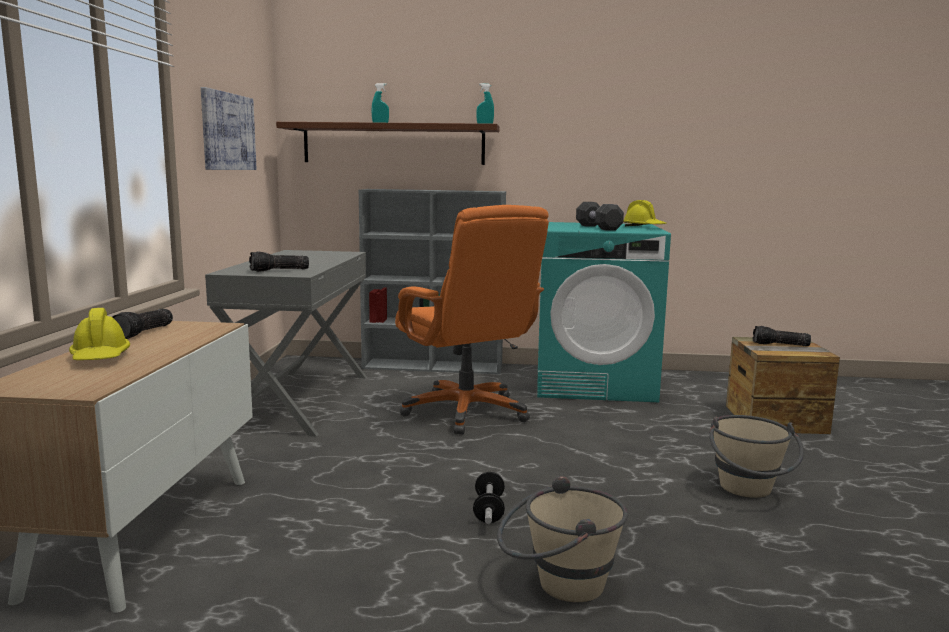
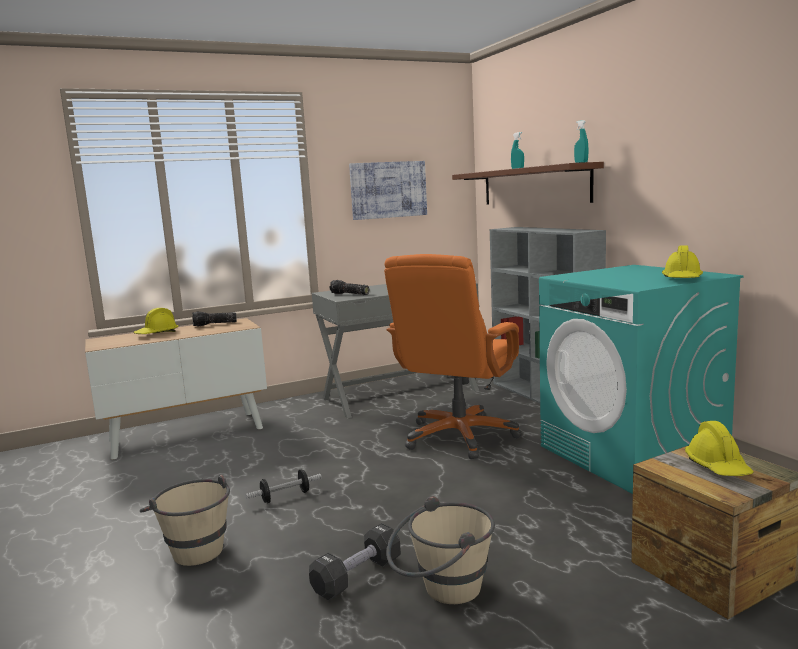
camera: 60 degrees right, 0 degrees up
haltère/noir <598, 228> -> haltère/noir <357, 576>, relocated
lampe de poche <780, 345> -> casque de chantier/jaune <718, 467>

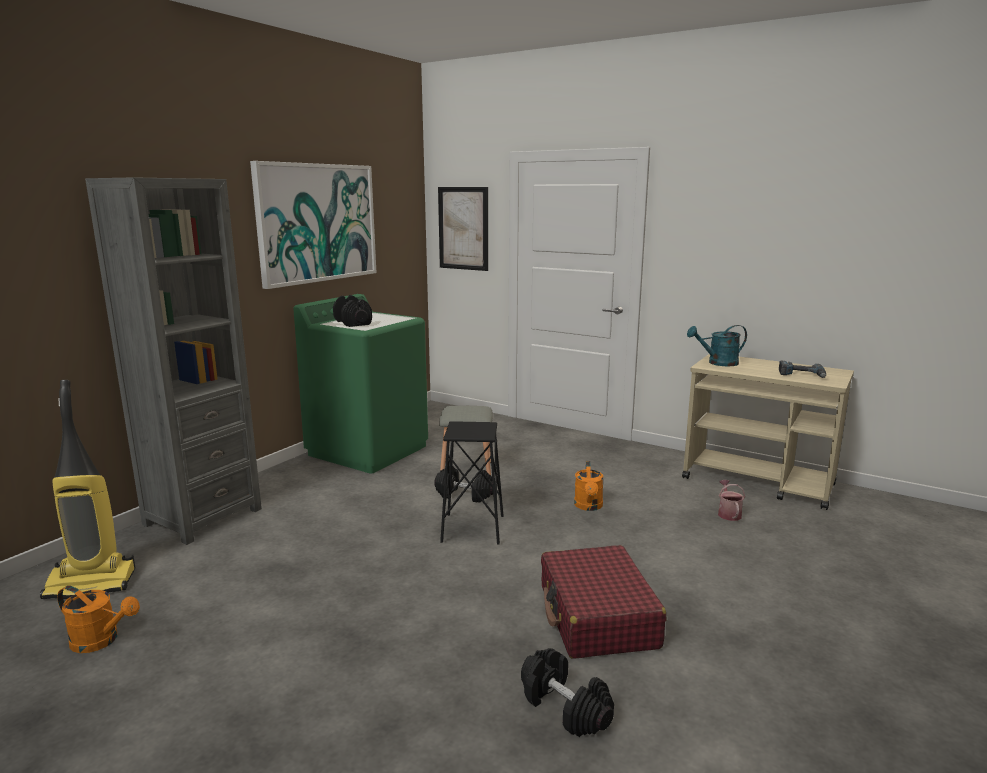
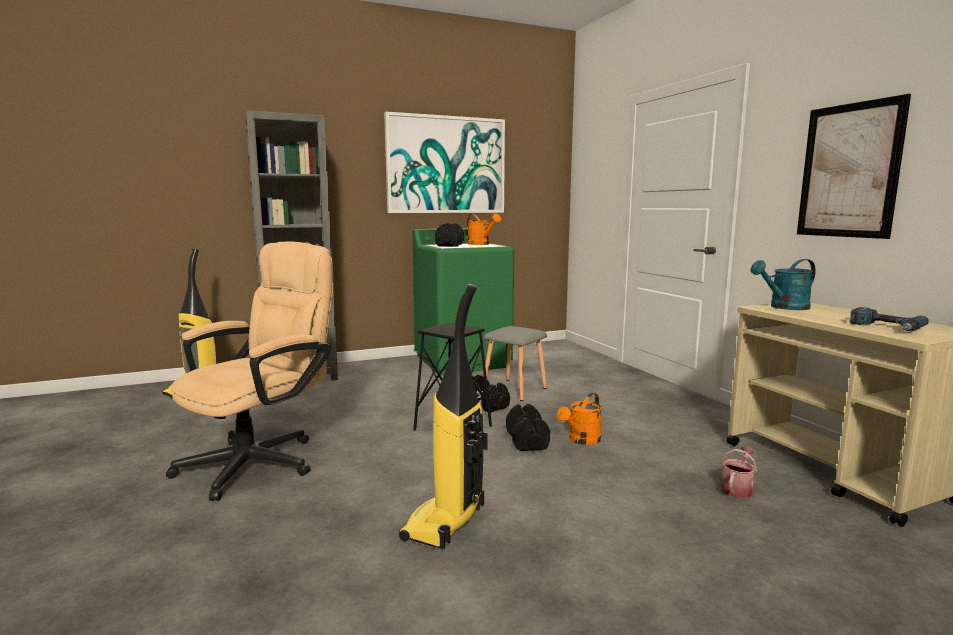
camera: 35 degrees right, 5 degrees down
tableau <463, 228> -> tableau <849, 171>, relocated
arrosoir/turquoise <718, 363> -> arrosoir/turquoise <784, 307>, 45 degrees counterclockwise
valise/rouge <597, 617> -> aspirateur <445, 524>
arrosoir/orange <101, 641> -> arrosoir/orange <481, 244>, relocated
haltère/noir <564, 707> -> haltère/noir <526, 440>, relocated
none -> chaise de bureau/beige <262, 460>

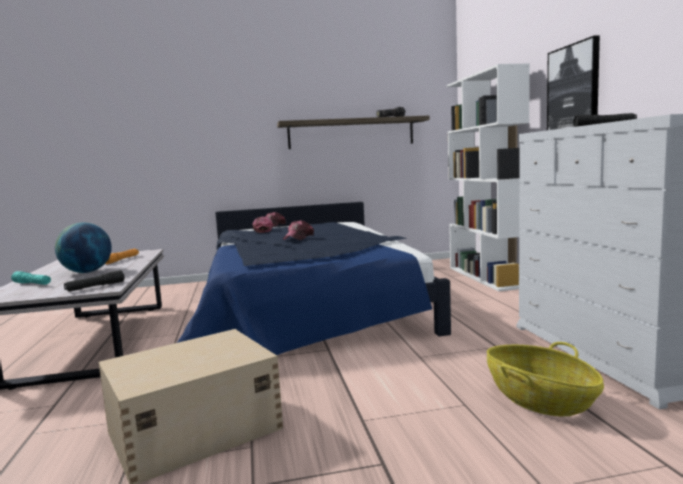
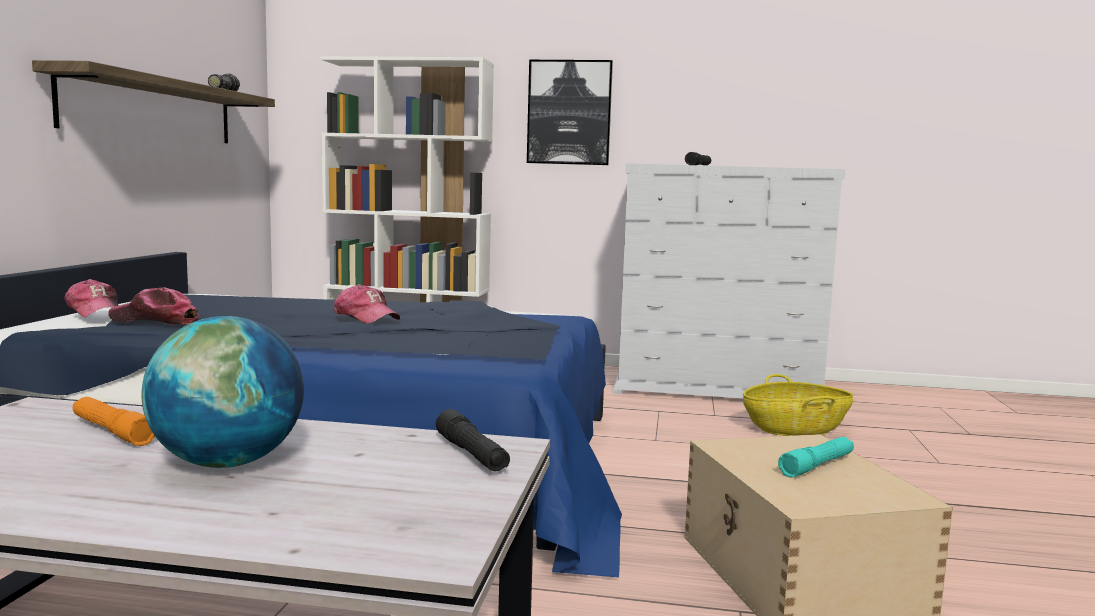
camera: 70 degrees left, 0 degrees up
lampe de poche/turquoise <32, 284> -> lampe de poche/turquoise <817, 466>, relocated

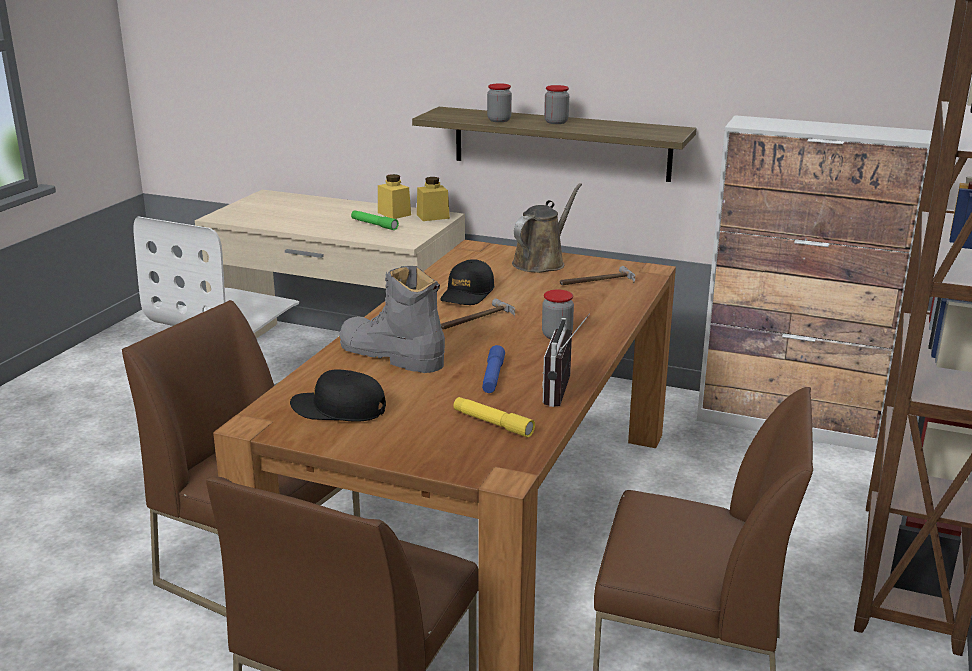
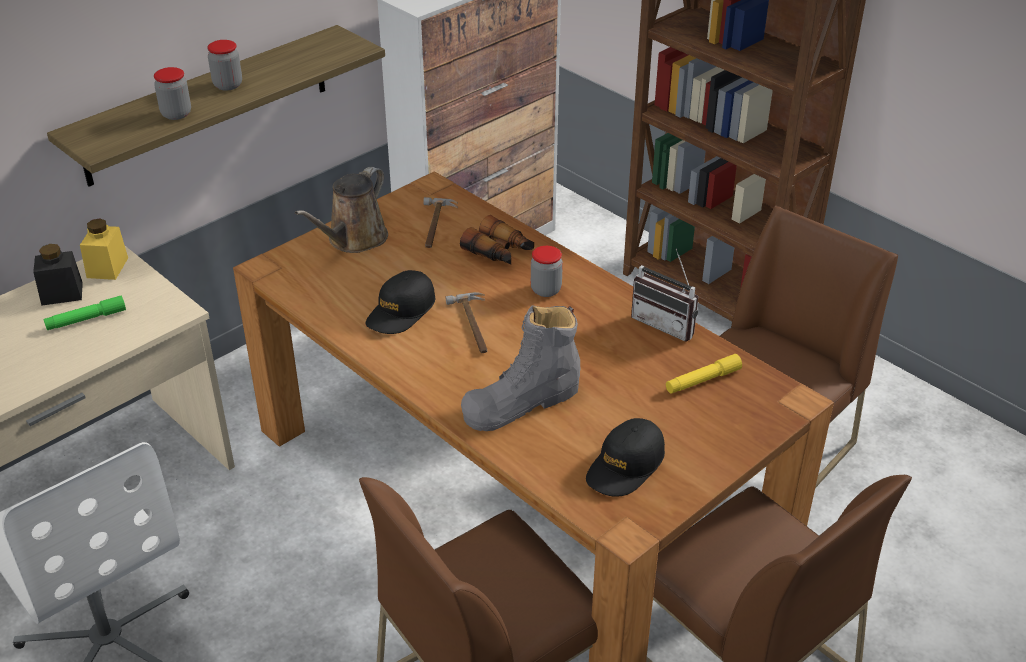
camera: 65 degrees left, 15 degrees up
bocal/jaune <394, 214> -> bocal/noir <62, 293>
arrosoir/marron <541, 262> -> arrosoir/marron <354, 240>, 120 degrees counterclockwise
casquette/noir <467, 294> -> casquette/noir <401, 311>, 75 degrees clockwise
lampe de poche/bleu <493, 376> -> none
none -> jumelles <499, 252>

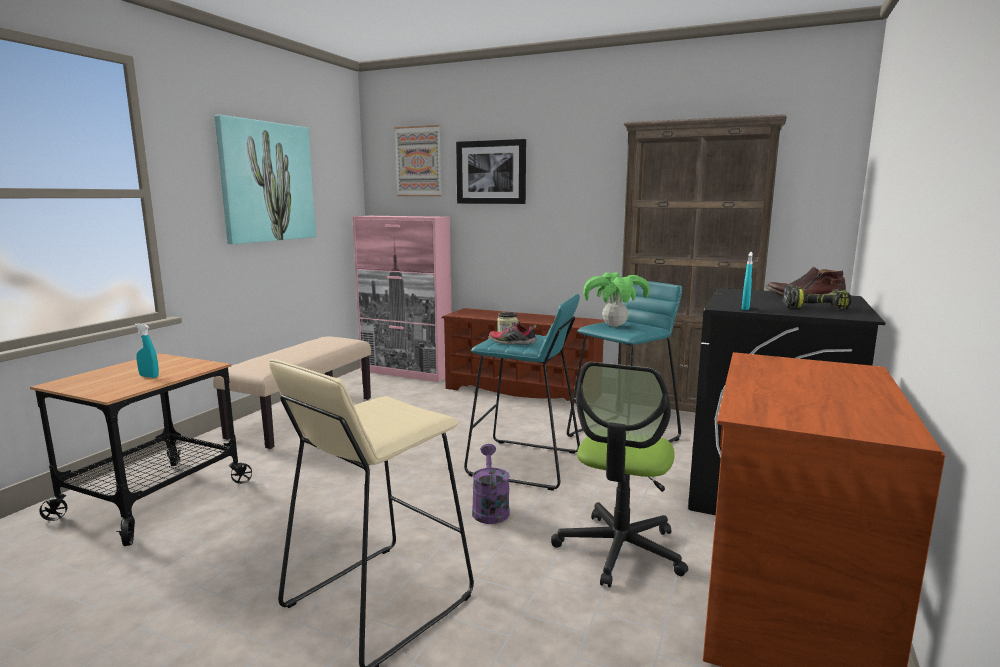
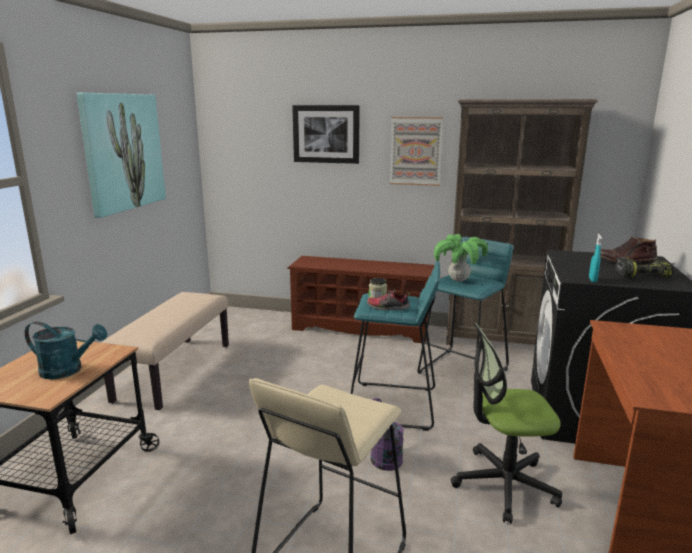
camera: 10 degrees left, 5 degrees up
tableau <418, 161> -> tableau <415, 151>, relocated
meuble de rangement/rose <406, 372> -> none
vaporisateur/turquoise <149, 376> -> arrosoir/turquoise <68, 370>
chaise de bureau <619, 550> -> chaise de bureau <504, 484>, 75 degrees clockwise

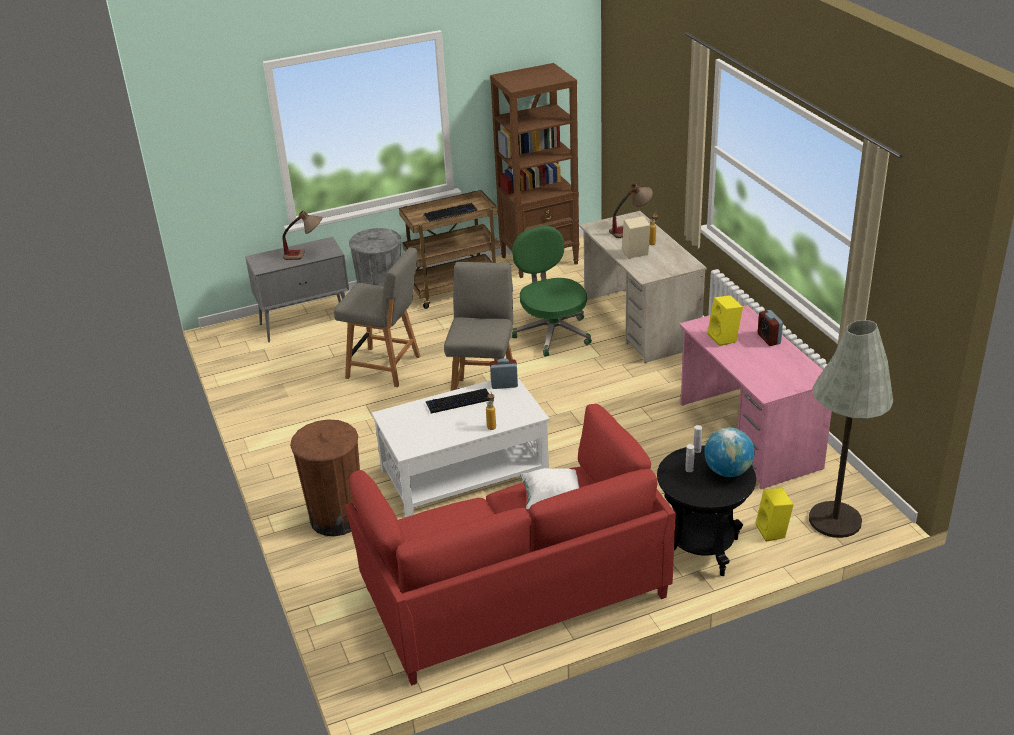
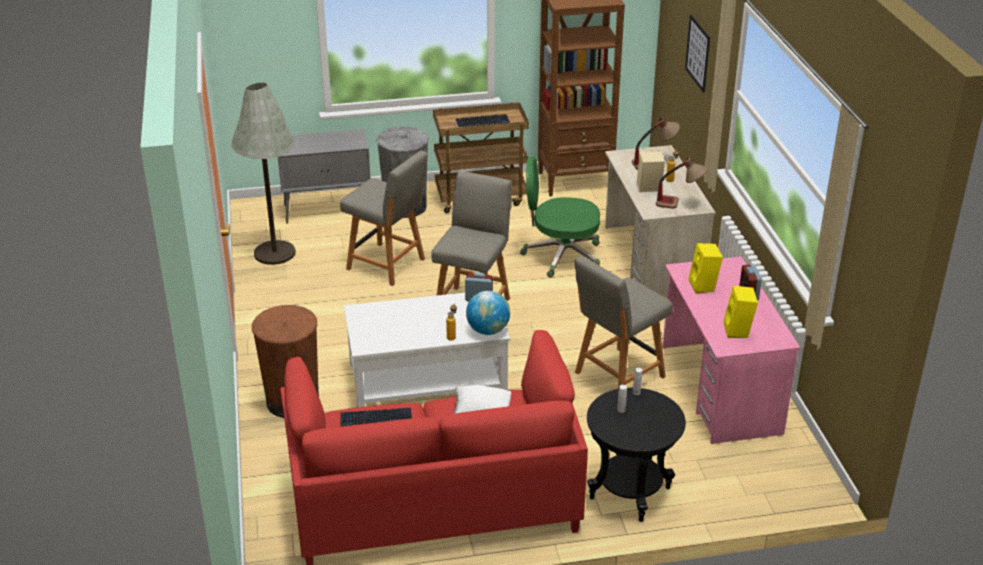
camera: 10 degrees right, 0 degrees up
lampe de table <305, 255> -> lampe de table <679, 204>, relocated
chaise de bureau/vert <552, 333> -> chaise de bureau/vert <561, 256>, 75 degrees counterclockwise
lampadaire/gris <835, 520> -> lampadaire/gris <274, 253>, relocated
clavier <458, 401> -> clavier <376, 418>, relocated
globe <727, 471> -> globe <488, 330>, relocated
enceinte/jaune <773, 532> -> enceinte/jaune <738, 331>, relocated
none -> tableau <698, 53>
none -> chaise/gris <617, 376>

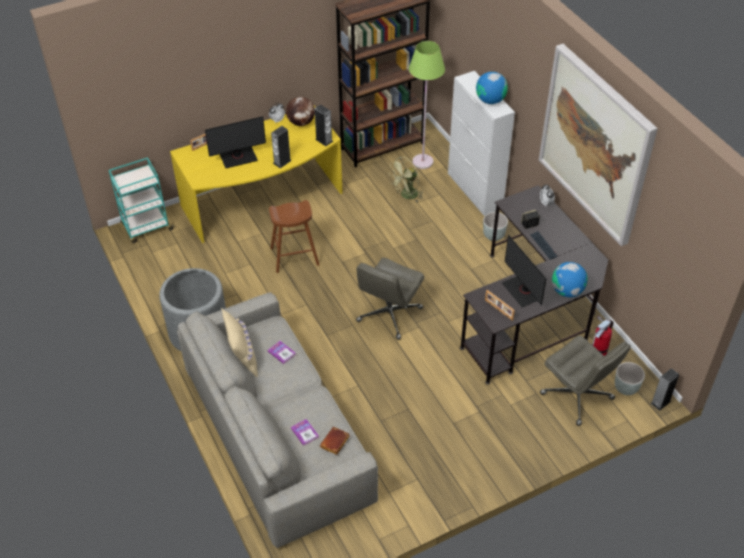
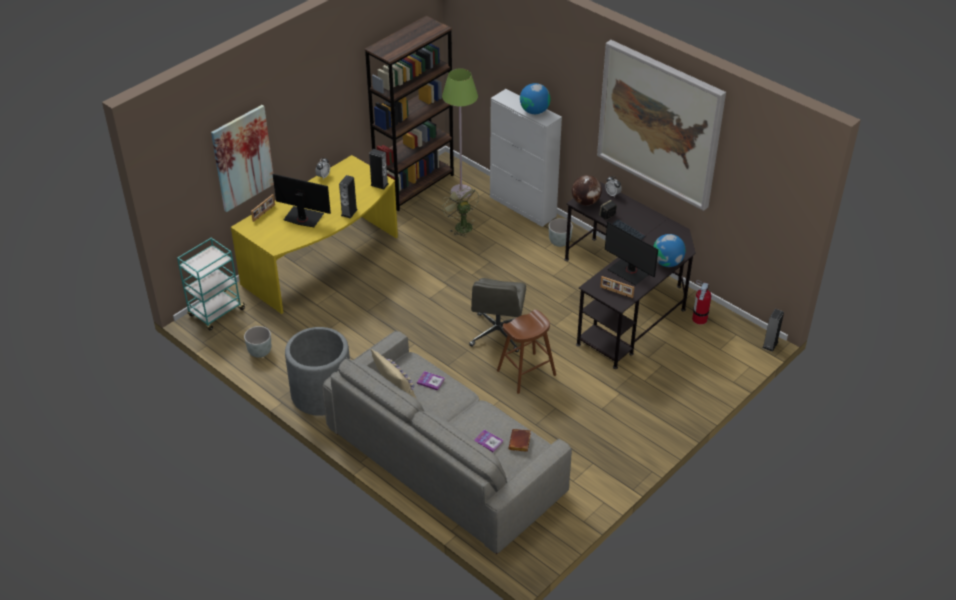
camera: 20 degrees left, 5 degrees down
globe <301, 123> -> globe <585, 202>, relocated
écran d'ordinateur <238, 157> -> écran d'ordinateur <303, 217>, 120 degrees counterclockwise
ventilateur/vert <406, 196> -> ventilateur/vert <461, 225>, 120 degrees clockwise
tabouret/marron <295, 256> -> tabouret/marron <526, 373>, relocated
chaise de bureau/gris <577, 396> -> none
cache-pot/gris <626, 388> -> cache-pot/gris <260, 351>, relocated
none -> tableau <242, 158>

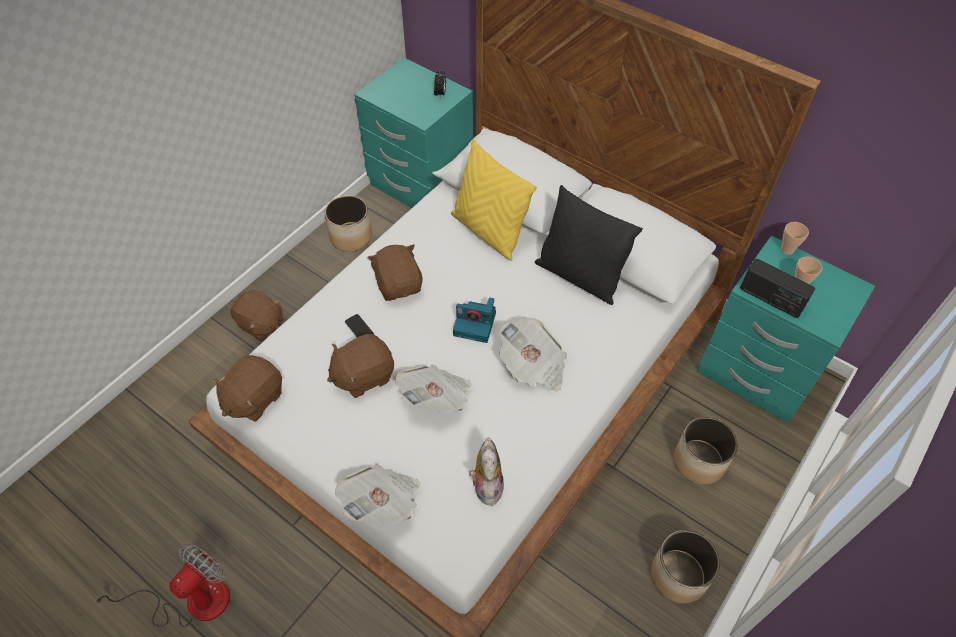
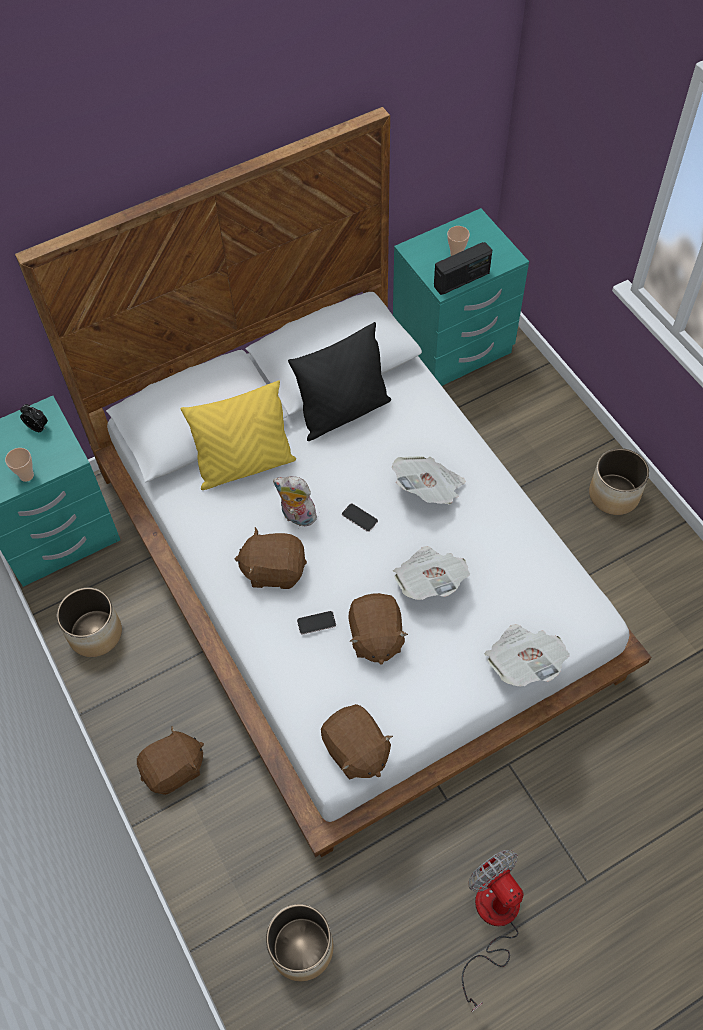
camera: 65 degrees left, 5 degrees up
tasse <787, 250> -> tasse <26, 475>, relocated
appareil photo <476, 324> -> téléphone <359, 518>
cache-pot <699, 462> -> cache-pot <302, 948>, relocated
peluche <486, 486> -> peluche <297, 517>, relocated

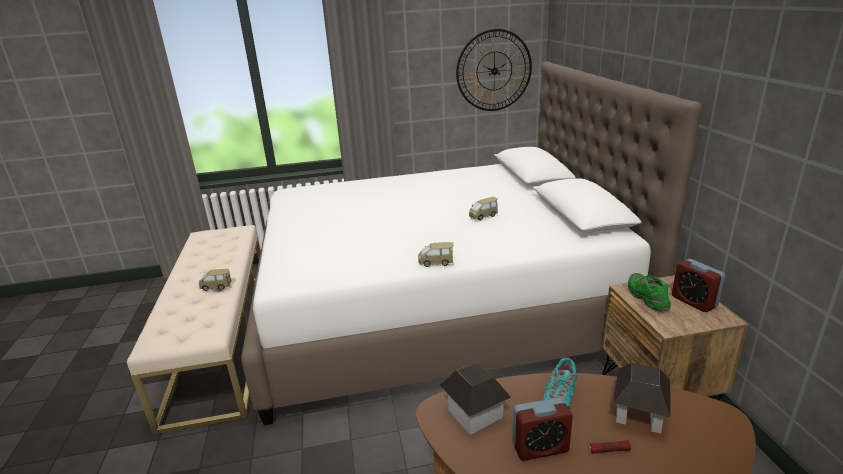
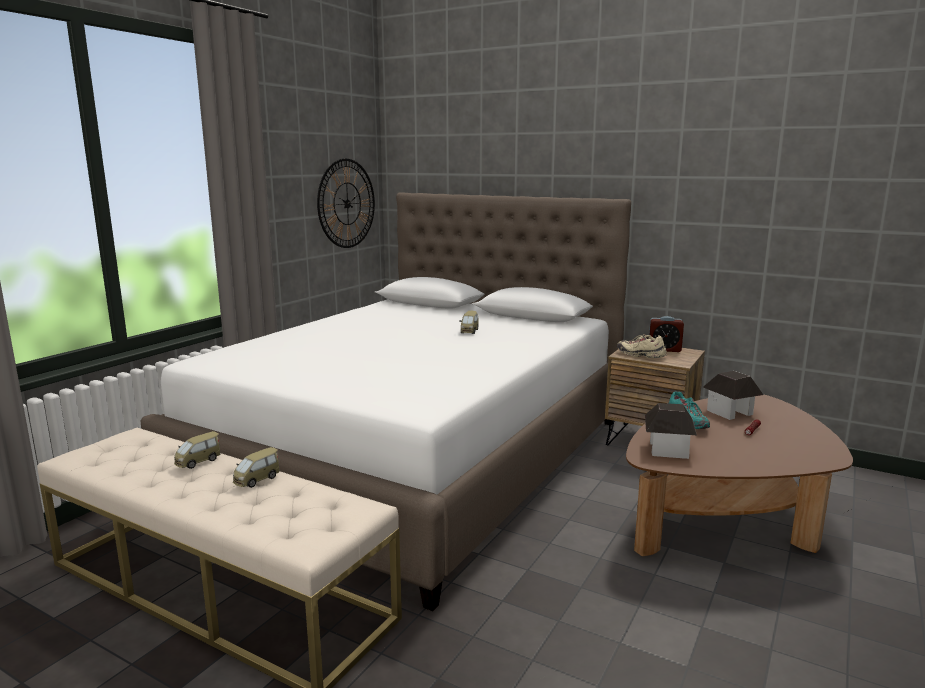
camera: 50 degrees left, 10 degrees down
petite voiture <436, 262> -> petite voiture <198, 461>, relocated
chaussure/vert <646, 298> -> chaussure/beige <641, 355>
réveil <540, 448> -> none

